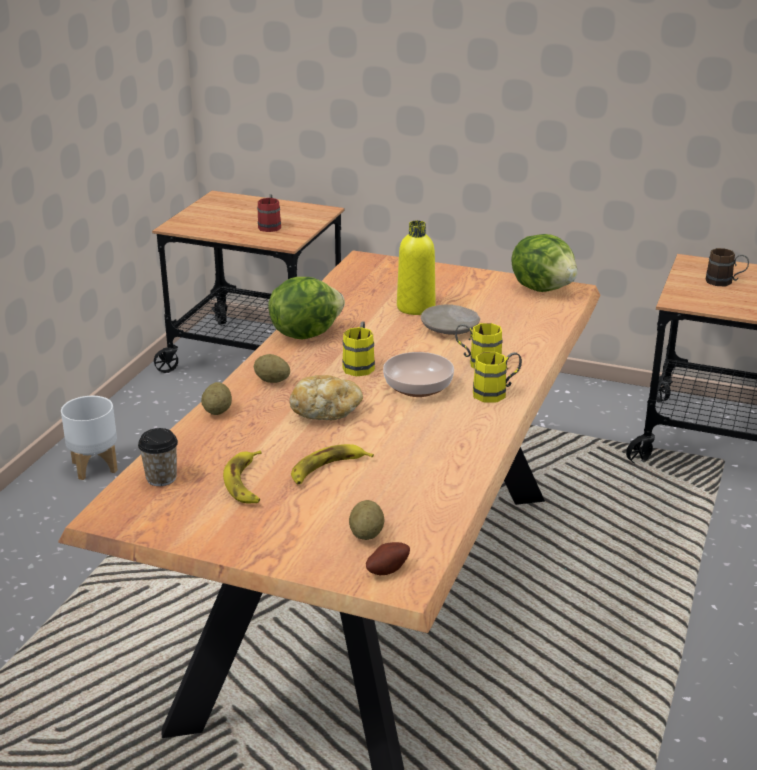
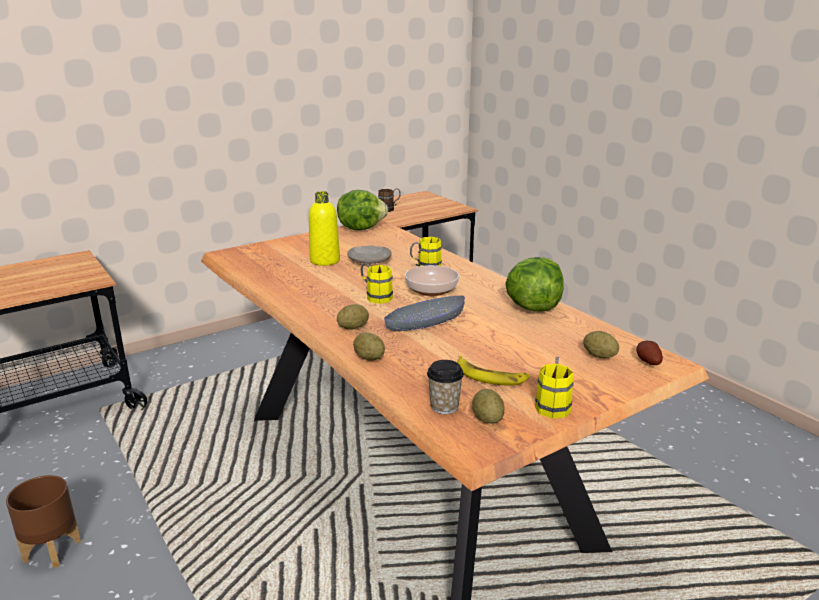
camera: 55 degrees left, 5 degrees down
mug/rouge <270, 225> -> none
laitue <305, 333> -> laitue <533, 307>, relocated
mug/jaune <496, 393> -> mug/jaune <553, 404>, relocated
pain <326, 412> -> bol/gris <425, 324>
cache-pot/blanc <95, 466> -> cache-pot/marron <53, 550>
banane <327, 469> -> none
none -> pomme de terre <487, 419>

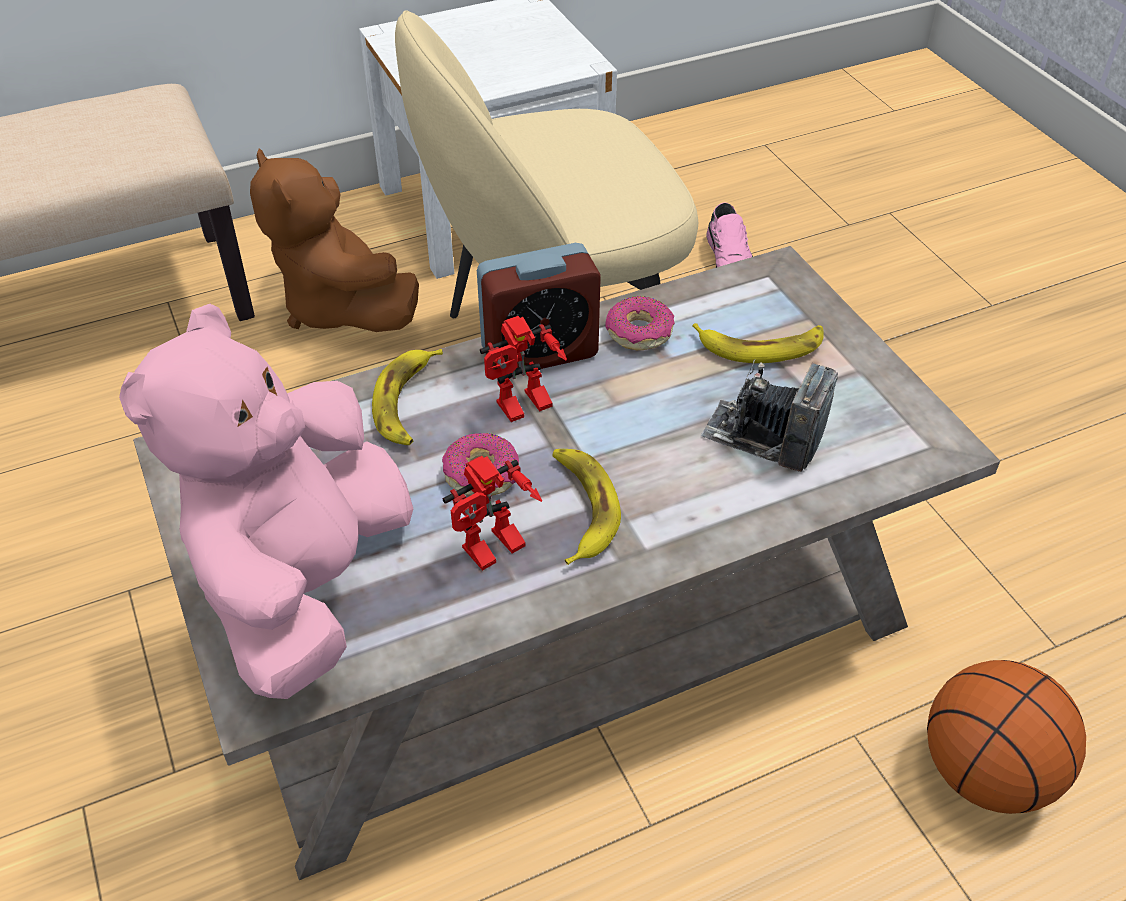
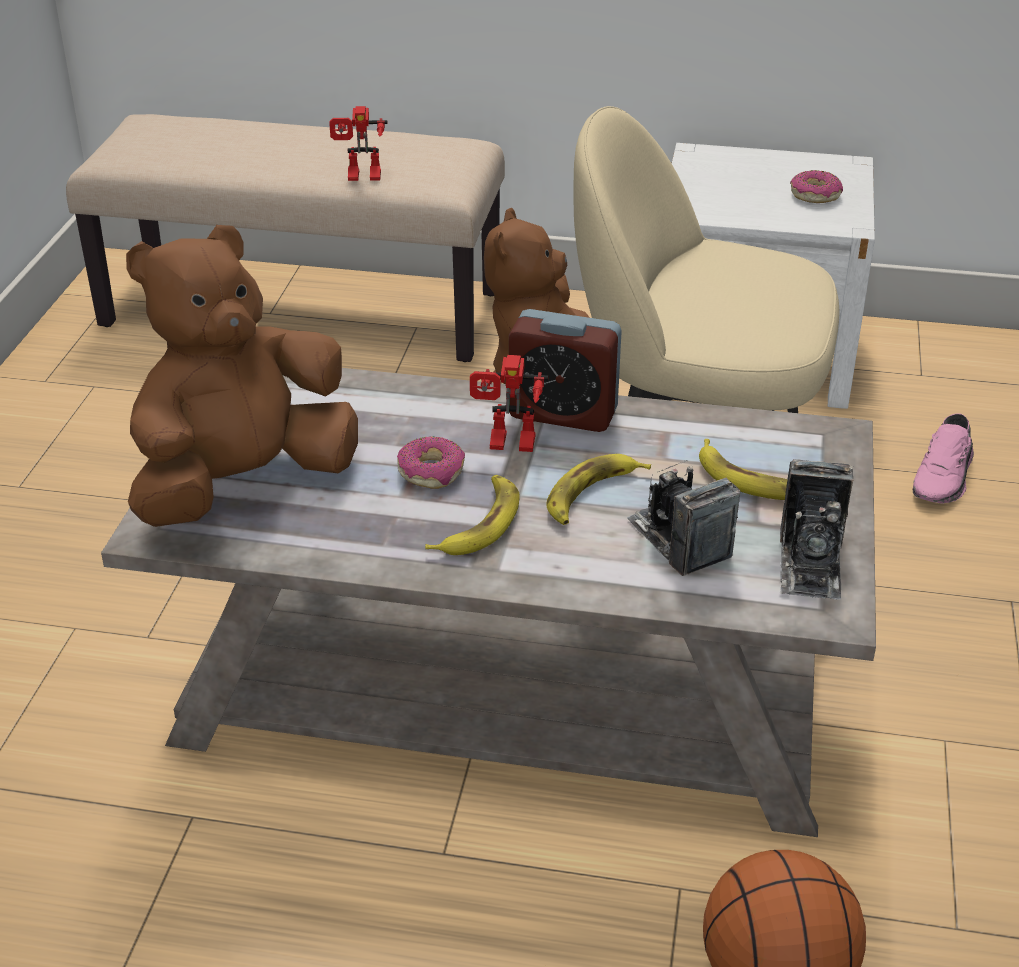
camera: 35 degrees right, 10 degrees down
beignet <639, 332> -> beignet <815, 195>, relocated
peluche/rose <305, 584> -> peluche/marron <243, 484>
banane <407, 403> -> banane <591, 495>, relocated
robot jouet <494, 553> -> robot jouet <361, 177>, relocated
none -> appareil photo <810, 562>

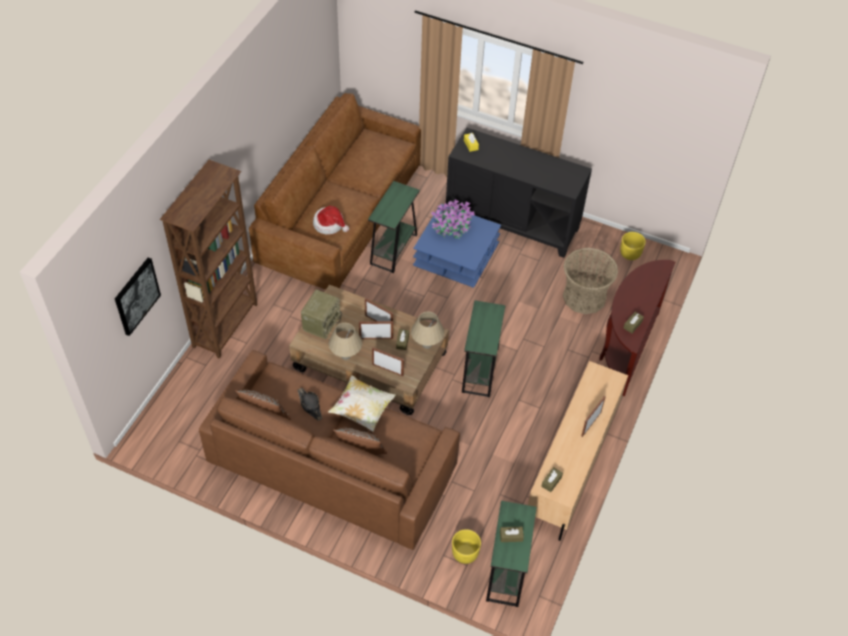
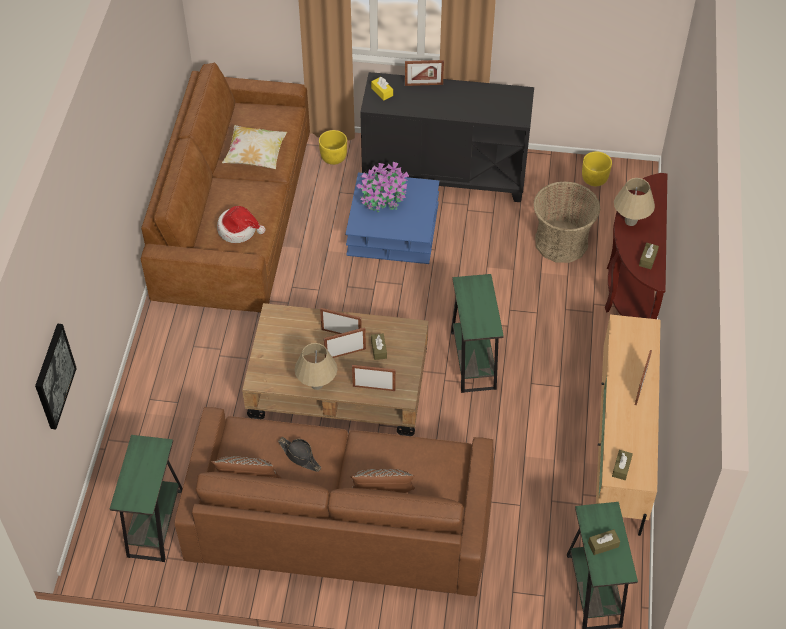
camera: 15 degrees left, 0 degrees up
bibliothèque/marron <226, 325> -> none
table d'appoint/vert <393, 249> -> table d'appoint/vert <155, 523>, relocated
radio <321, 323> -> none
lampe de table/beige <427, 344> -> lampe de table/beige <630, 221>, relocated
coussin <362, 410> -> coussin <255, 156>, relocated
cache-pot/jaune <464, 553> -> cache-pot/jaune <333, 157>, relocated
none -> cadre photo <423, 84>

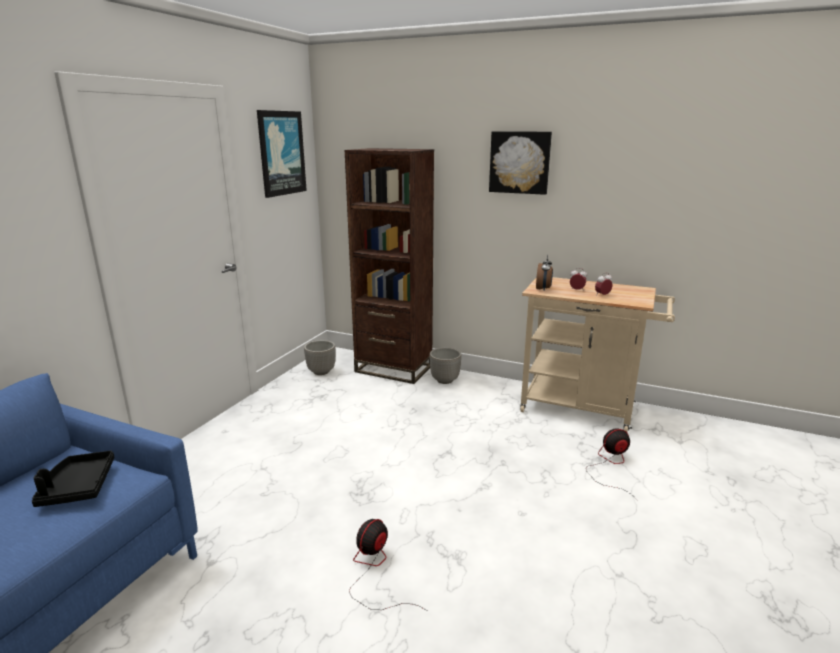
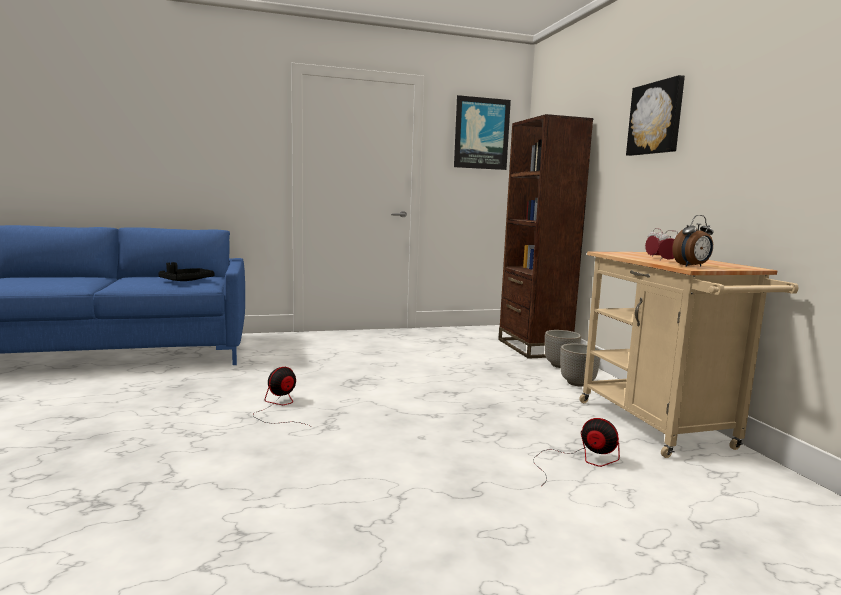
camera: 50 degrees right, 10 degrees down
réveil <543, 289> -> réveil <692, 266>, relocated
cache-pot <321, 372> -> cache-pot <578, 383>, relocated
ventilateur <375, 570> -> ventilateur <280, 407>, 45 degrees counterclockwise

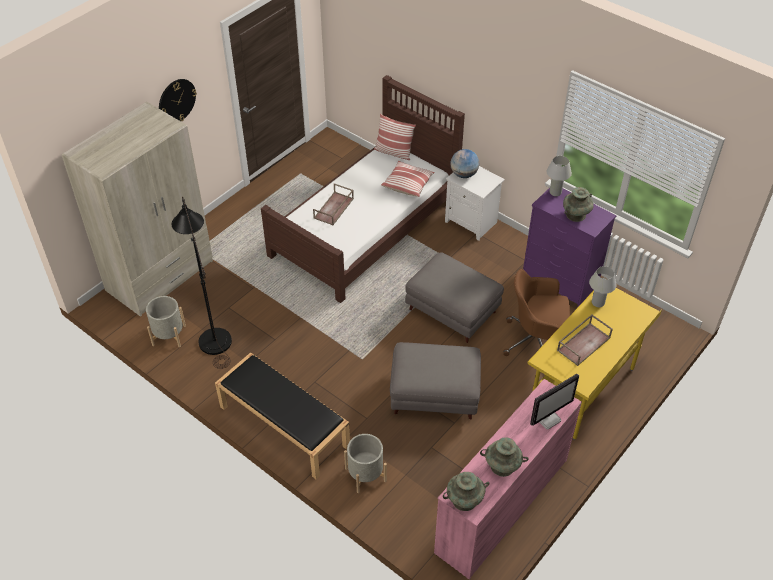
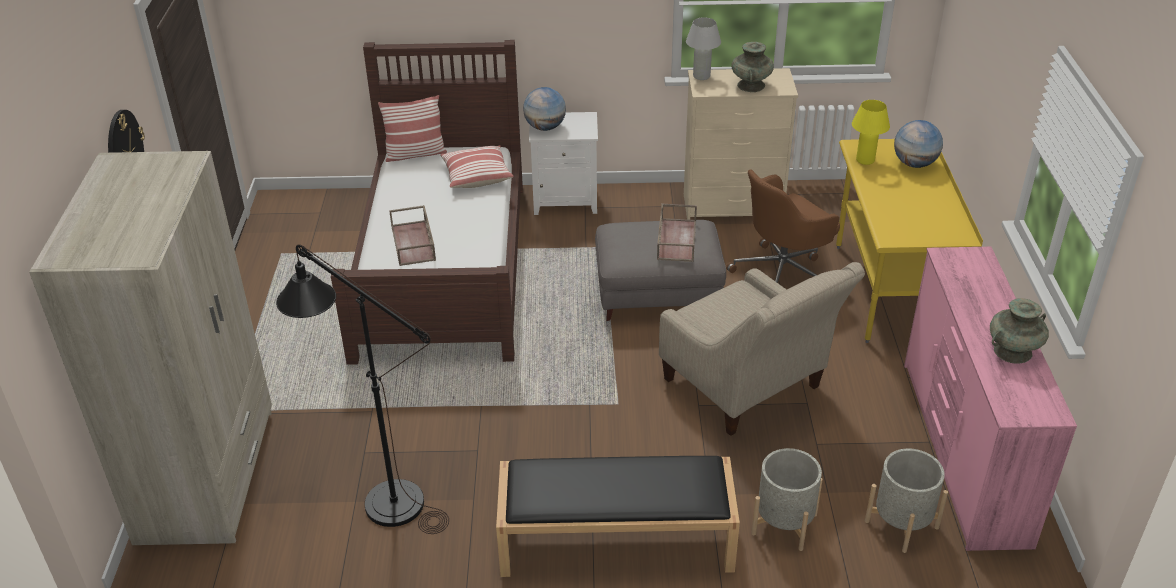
camera: 40 degrees left, 10 degrees down
commode/violet <560, 282> -> commode/beige <733, 207>
lampe de table/blanc <598, 302> -> lampe de table/jaune <865, 160>
cache-pot/gris <169, 335> -> cache-pot/gris <901, 524>, relocated
plateau/marron <583, 343> -> plateau/marron <676, 239>, relocated
pouf/gris <434, 395> -> fauteuil/beige <749, 389>
écran d'ordinateur <548, 418> -> none
vase/turquoise <465, 500> -> none
none -> globe <915, 164>

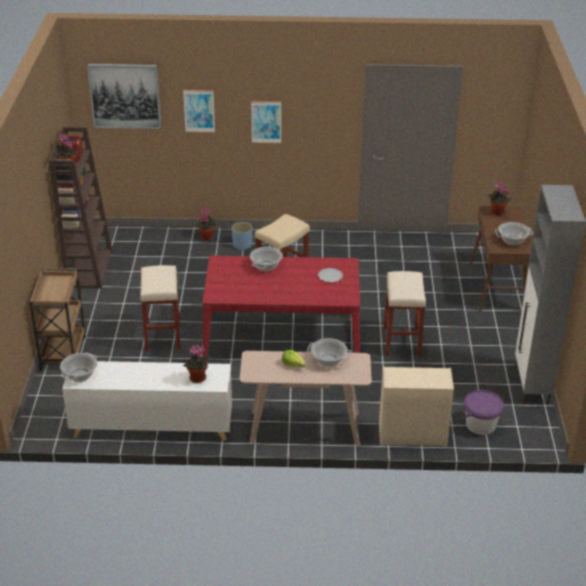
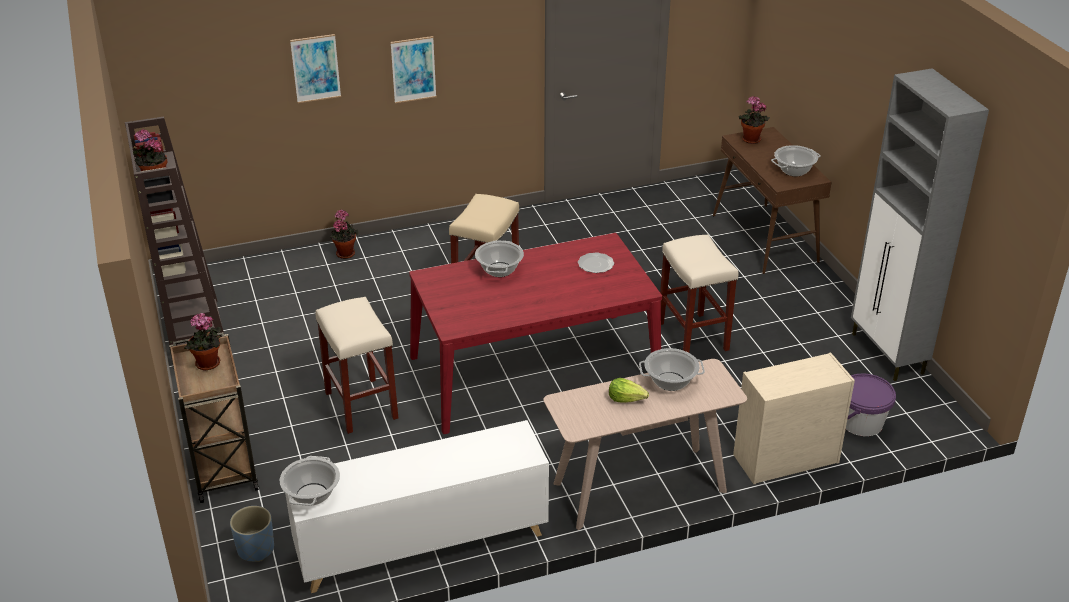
camera: 20 degrees left, 0 degrees up
tableau <125, 96> -> none
cache-pot/bleu <242, 245> -> cache-pot/bleu <256, 549>, relocated
plante en pot <197, 379> -> plante en pot <208, 365>, relocated

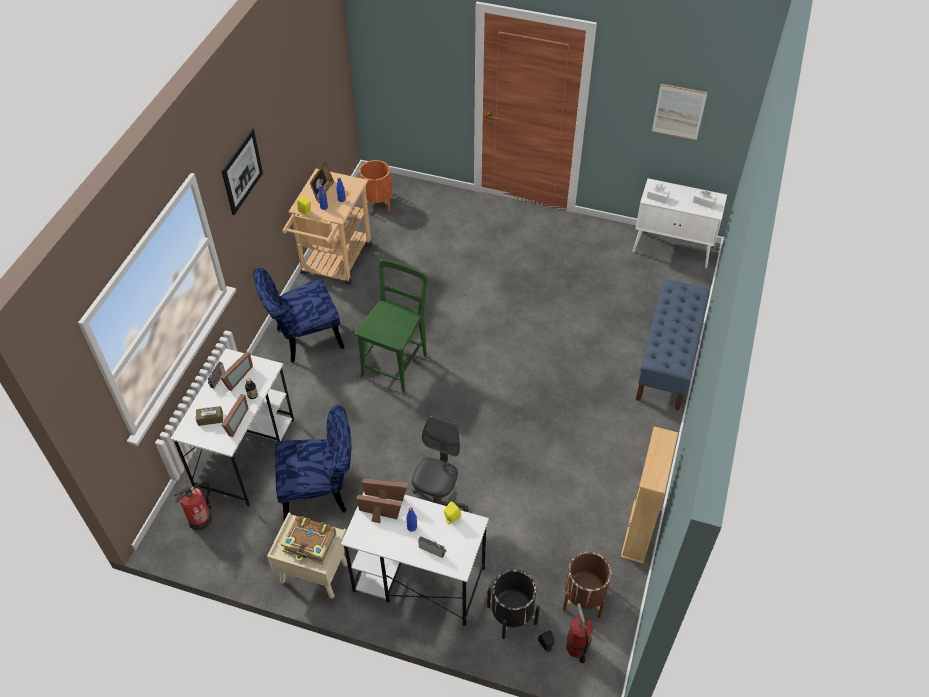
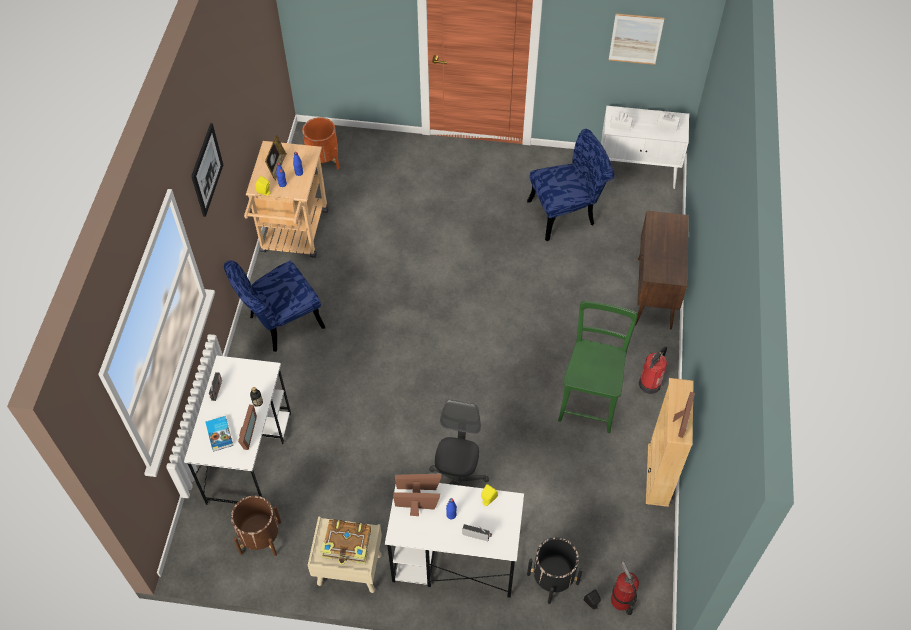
camera: 10 degrees left, 5 degrees up
chaise/vert <396, 363> -> chaise/vert <590, 399>, relocated
banc/bleu <668, 361> -> meuble de rangement/marron <654, 294>
cadre photo <236, 377> -> cadre photo <679, 421>, relocated
chaise/bleu <321, 492> -> chaise/bleu <567, 213>, relocated
boîte à mouchoirs/marron <210, 419> -> livre <220, 434>
extincteur <200, 519> -> extincteur <650, 383>, relocated
cache-pot/marron <584, 597> -> cache-pot/marron <260, 537>, relocated

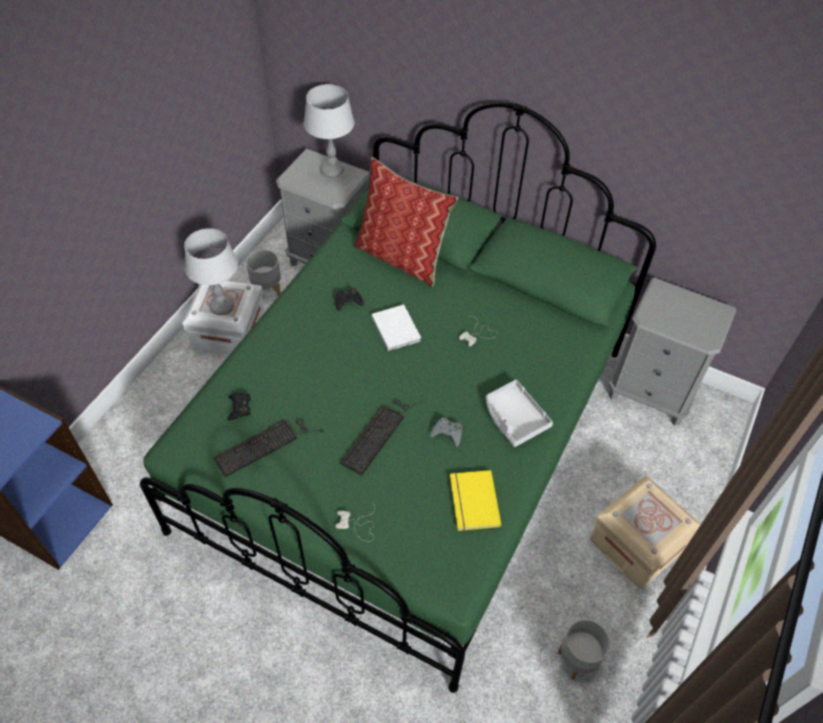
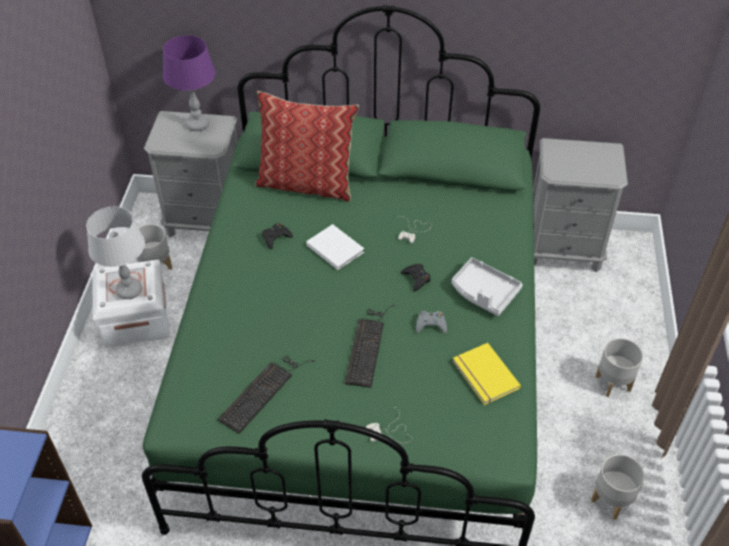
camera: 20 degrees left, 5 degrees down
lampe de table/gris <332, 171> -> lampe de table/violet <197, 125>
manette/noir <239, 408> -> manette/noir <416, 279>, relocated
boîte de rangement/beige <637, 544> -> cache-pot/gris <613, 383>

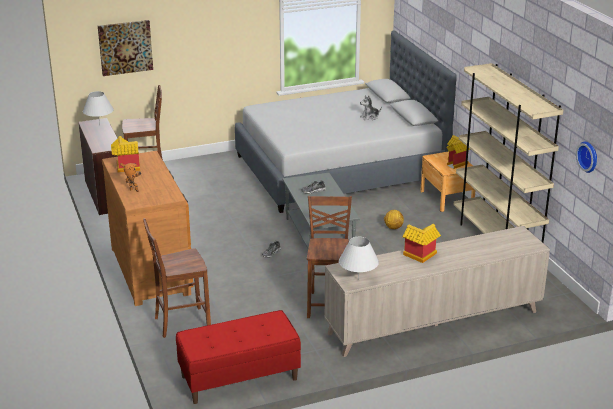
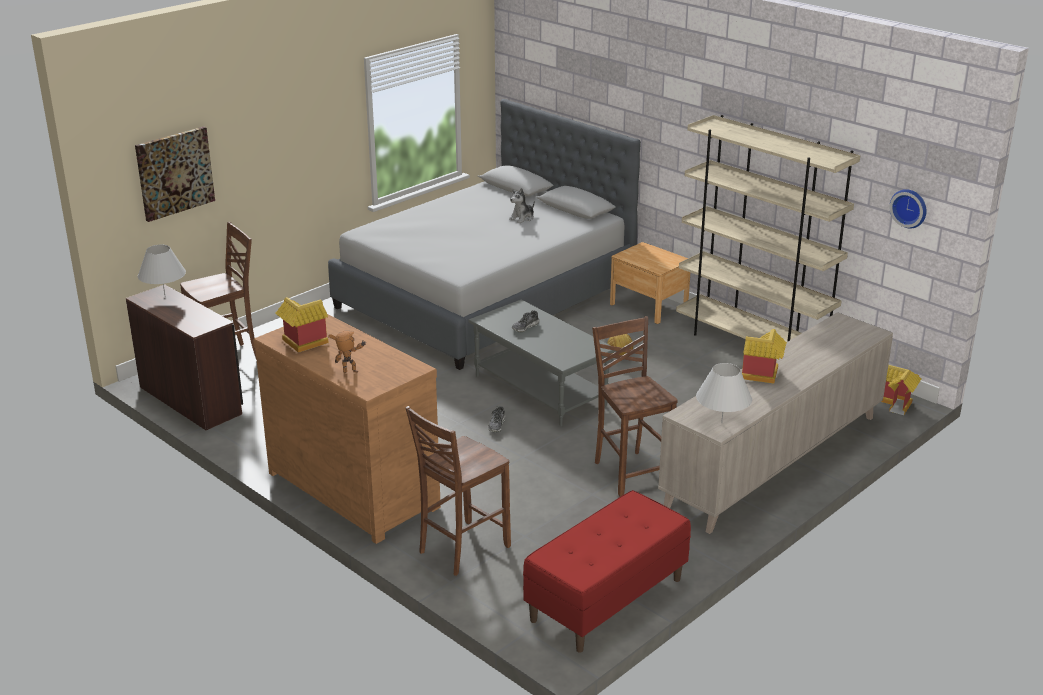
camera: 25 degrees left, 0 degrees up
maison miniature <457, 163> -> maison miniature <898, 405>, relocated

